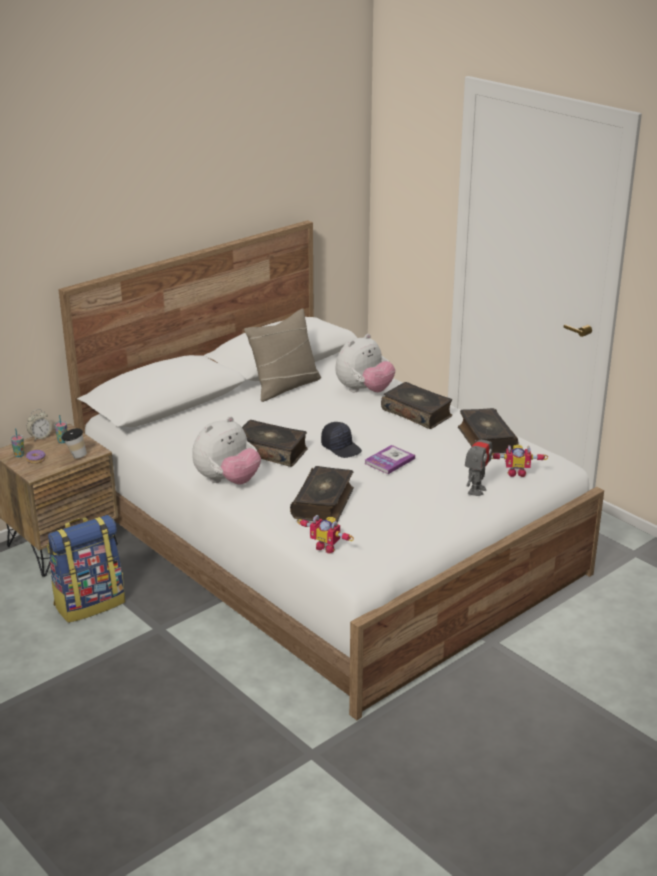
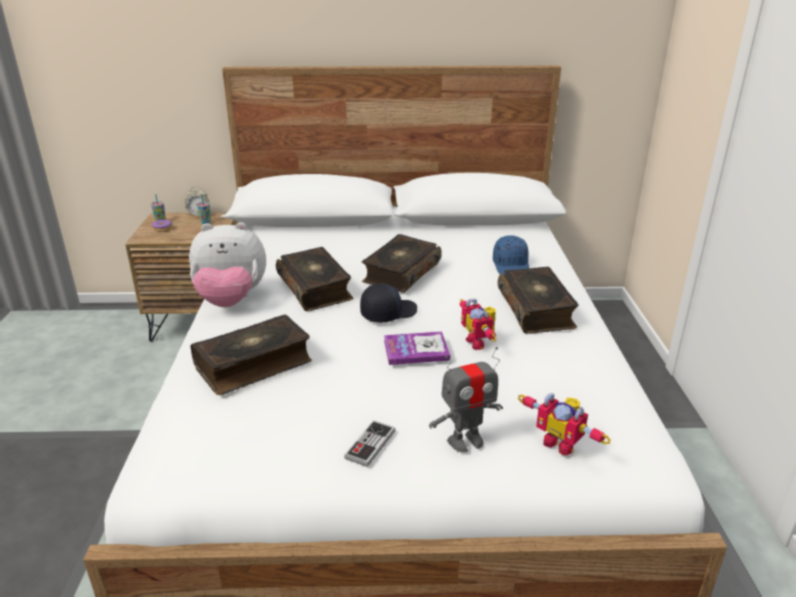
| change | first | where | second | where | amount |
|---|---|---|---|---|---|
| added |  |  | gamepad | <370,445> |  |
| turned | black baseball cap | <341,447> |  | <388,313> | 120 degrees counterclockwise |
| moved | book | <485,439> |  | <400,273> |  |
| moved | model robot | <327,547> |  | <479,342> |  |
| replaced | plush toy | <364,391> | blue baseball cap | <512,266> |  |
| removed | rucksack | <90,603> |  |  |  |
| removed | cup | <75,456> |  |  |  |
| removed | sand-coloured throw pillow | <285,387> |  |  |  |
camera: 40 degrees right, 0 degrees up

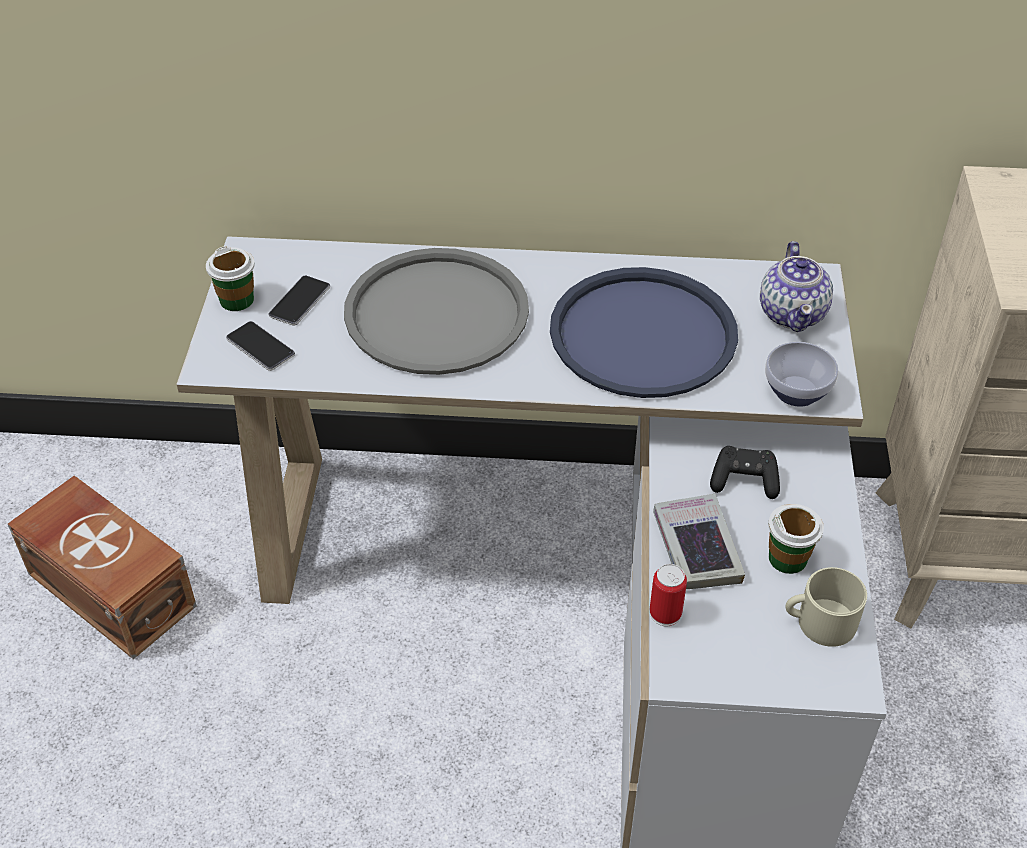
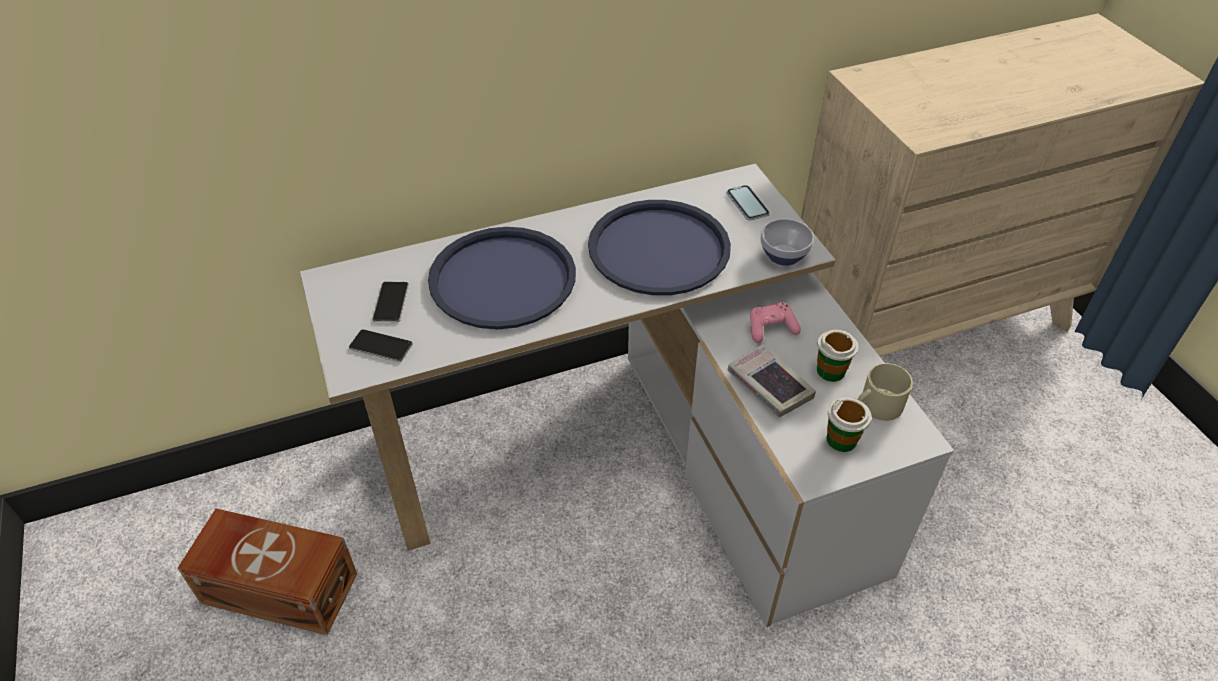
| change | first | where | second | where | amount |
|---|---|---|---|---|---|
| recoloured | gray tray | <437,313> | blue tray | <503,279> |  |
| replaced | pot for tea | <793,313> | telephone | <747,204> |  |
| recoloured | black gamepad | <744,481> | pinkish gamepad | <771,329> |  |
| moved | cup | <237,300> |  | <841,440> |  |
| removed | metal can | <665,613> |  |  |  |
camera: 25 degrees left, 0 degrees up

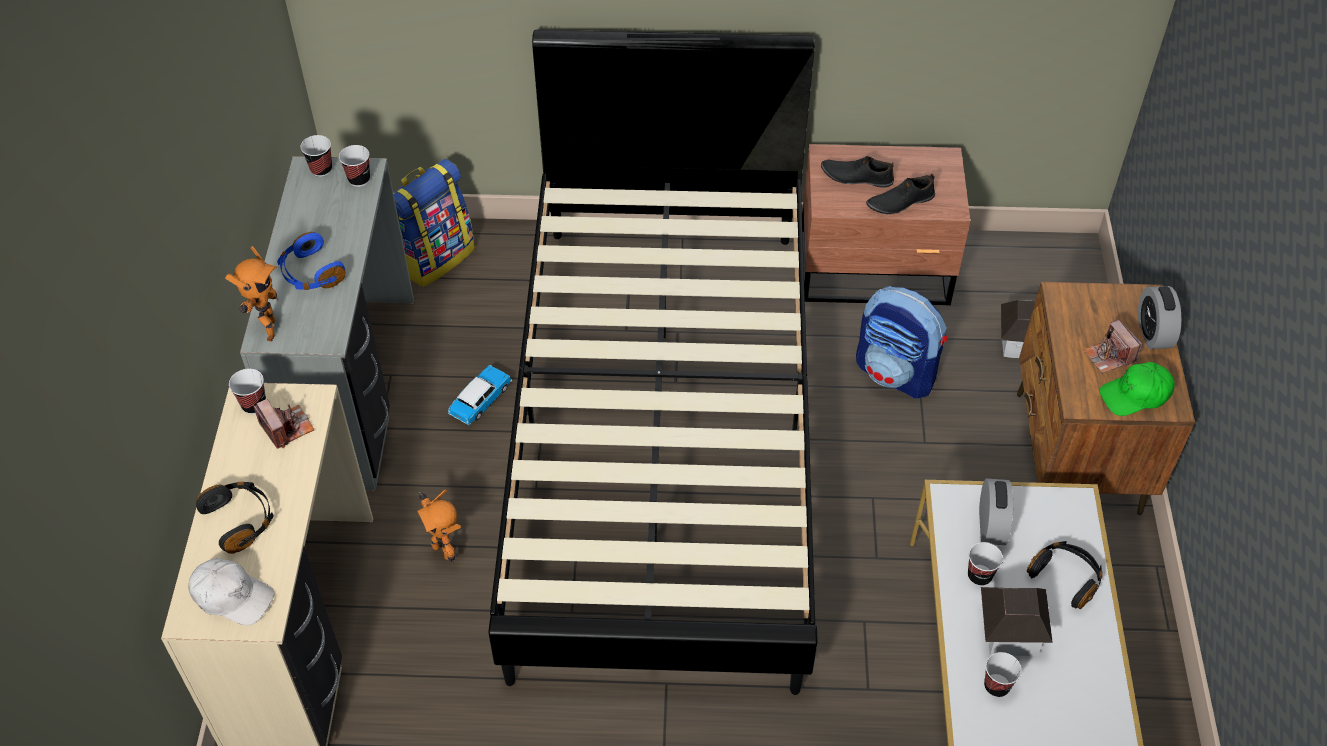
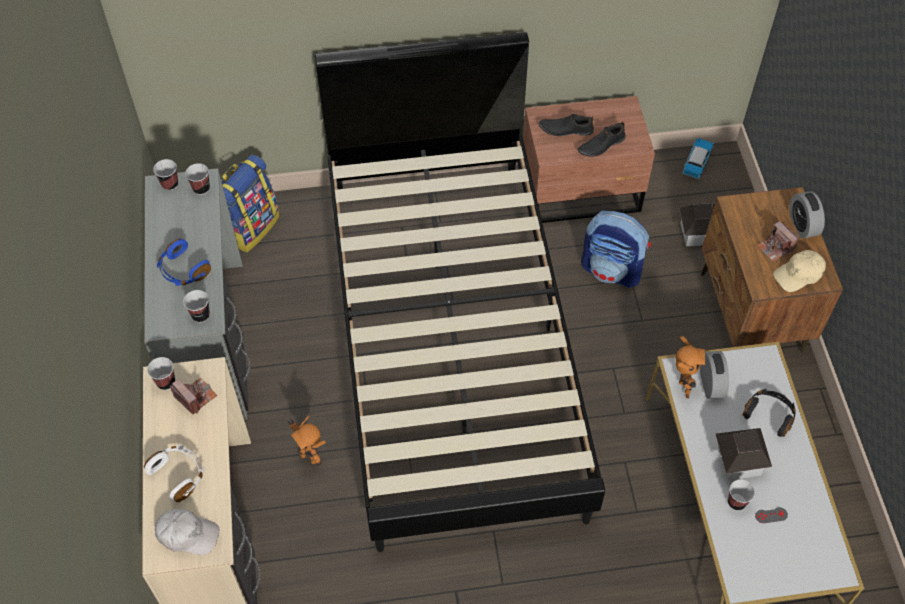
| change | first | where | second | where | amount |
|---|---|---|---|---|---|
| recoloured | black headset | <240,520> | white headset | <179,475> |  |
| moved | cup | <979,576> |  | <200,315> |  |
| moved | model robot | <266,331> |  | <681,390> |  |
| moved | model car | <481,400> |  | <697,162> |  |
| added |  |  | gray gamepad | <771,515> |  |
| recoloured | green baseball cap | <1135,395> | sand-coloured baseball cap | <798,275> |  |
camera: 10 degrees left, 5 degrees up

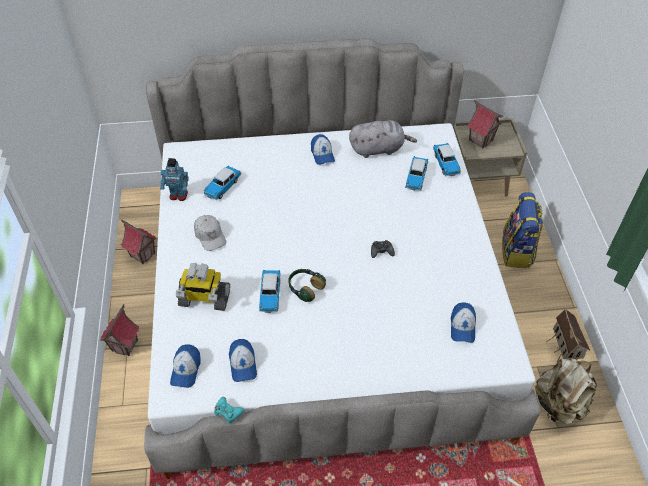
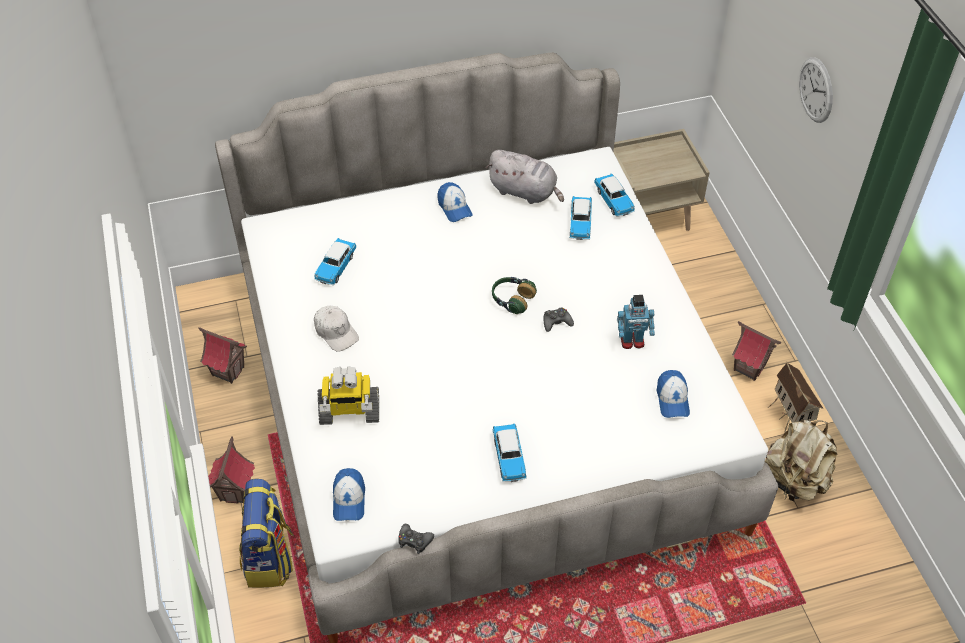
| change | first | where | second | where | amount |
|---|---|---|---|---|---|
| moved | rucksack | <517,251> |  | <270,558> |  |
| recoloured | turquoise gamepad | <228,412> | black gamepad | <414,541> |  |
| turned | gray plush toy | <378,149> |  | <525,192> | 45 degrees clockwise |
| moved | headset | <305,288> |  | <512,299> |  |
| moved | model car | <270,295> |  | <509,457> |  |
| moved | model robot | <178,195> |  | <632,341> |  |
| moved | miniature house | <481,140> |  | <749,367> |  |
| added |  |  | wall clock | <816,90> |  |
| removed | baseball cap | <243,364> |  |  |  |
camera: 10 degrees left, 0 degrees up

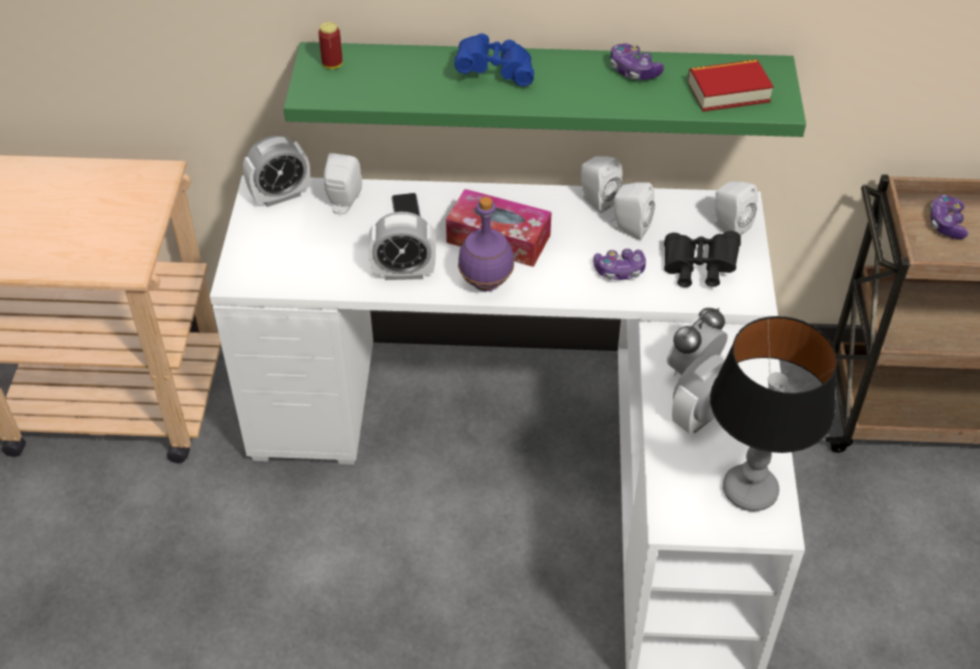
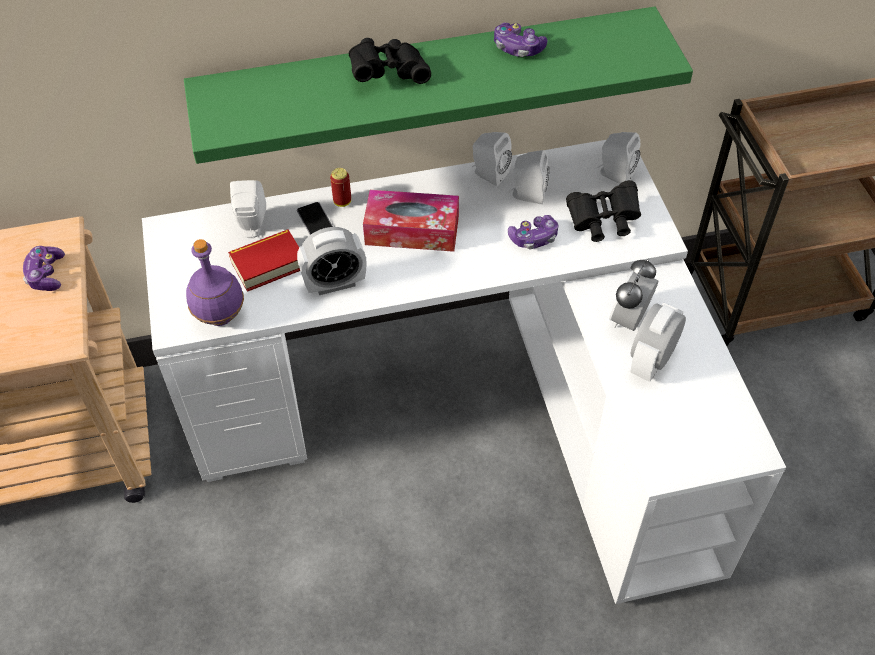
| change | first | where | second | where | amount |
|---|---|---|---|---|---|
| moved | gamepad | <946,224> |  | <46,275> |  |
| moved | purple-coloured drink bottle | <487,283> |  | <221,316> |  |
| moved | book | <728,92> |  | <268,264> |  |
| moved | metal can | <332,65> |  | <342,201> |  |
| recoloured | blue field glasses | <495,71> | black field glasses | <388,73> |  |
| removed | bedside clock | <280,195> |  |  |  |
| removed | table lamp | <750,491> |  |  |  |
camera: 15 degrees left, 5 degrees up

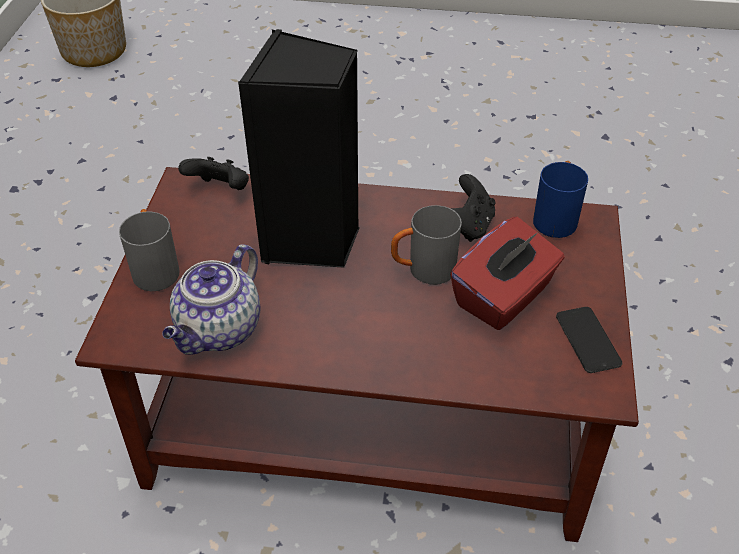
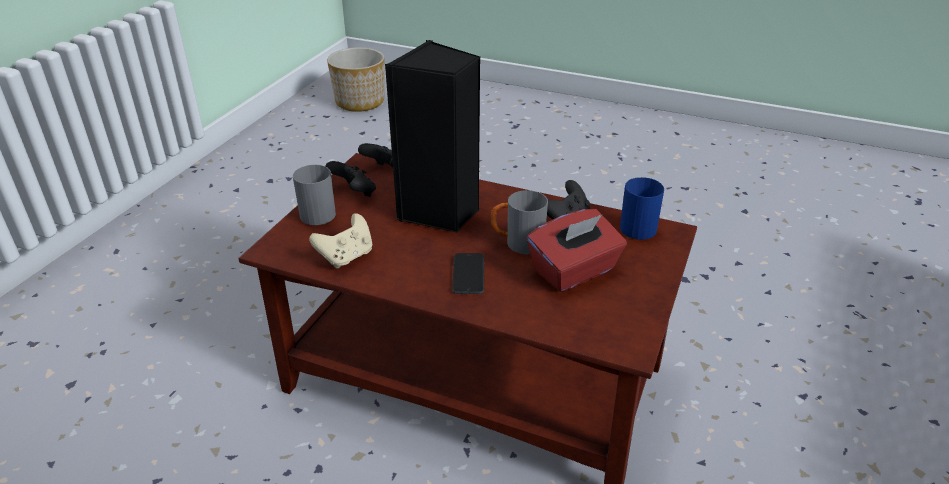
| change | first | where | second | where | amount |
|---|---|---|---|---|---|
| replaced | pot for tea | <219,331> | sand-coloured gamepad | <346,257> |  |
| added |  |  | black gamepad | <354,193> |  |
| moved | telephone | <588,340> |  | <468,274> |  |
camera: 15 degrees right, 10 degrees down

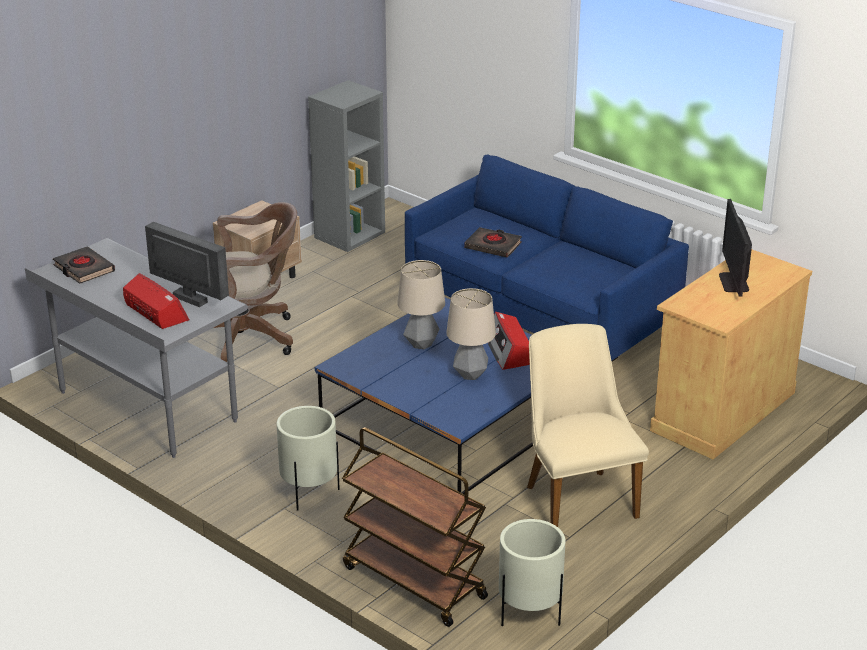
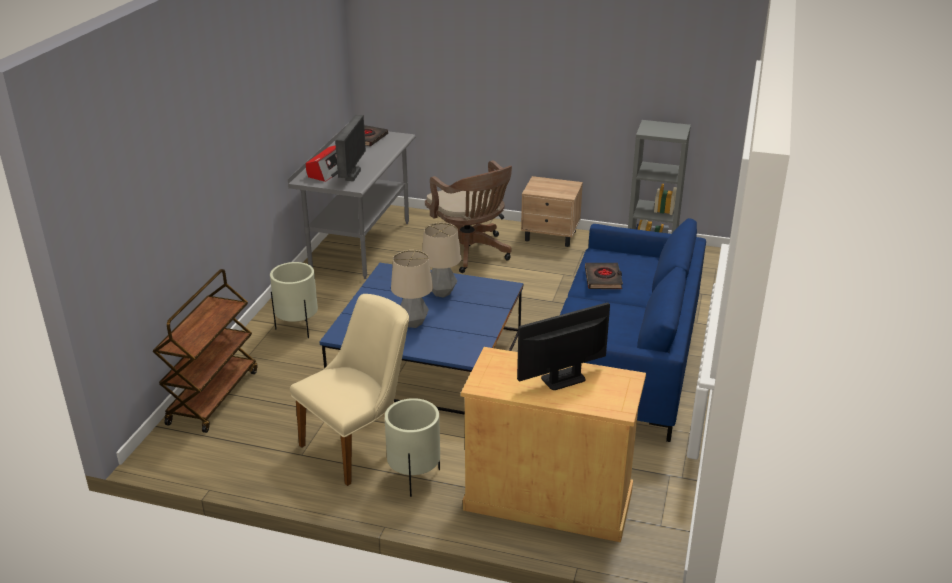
| change | first | where | second | where | amount |
|---|---|---|---|---|---|
| moved | sand-coloured flower pot | <529,614> |  | <414,477> |  |
| removed | radio receiver | <508,351> |  |  |  |
camera: 65 degrees right, 0 degrees up

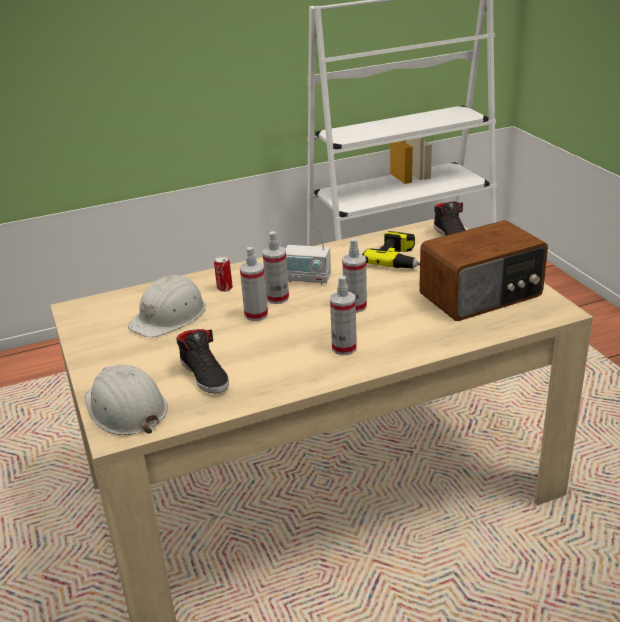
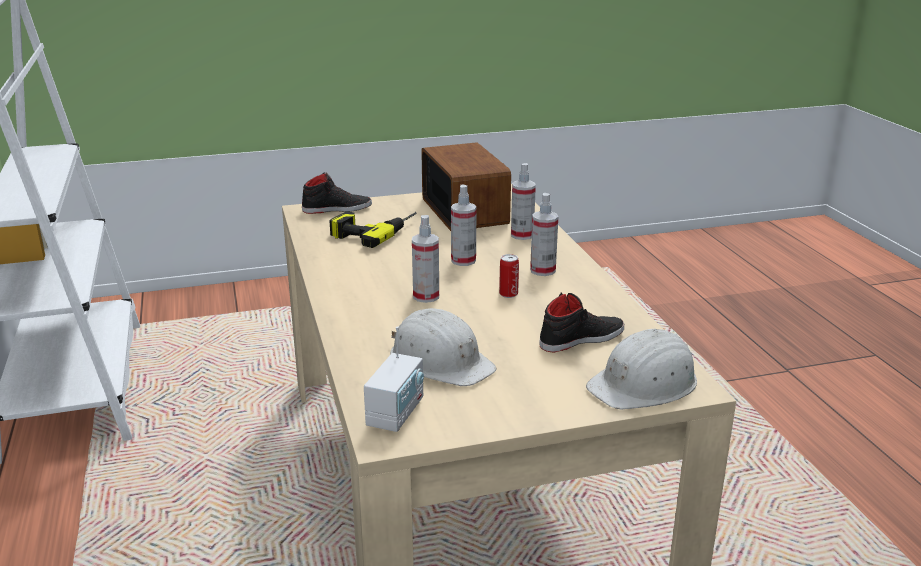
| change | first | where | second | where | amount |
|---|---|---|---|---|---|
| moved | radio receiver | <307,279> |  | <396,413> |  |
| moved | metal can | <224,288> |  | <508,294> |  |
| moved | sprayer | <256,315> |  | <522,235> |  |
camera: 85 degrees left, 5 degrees down

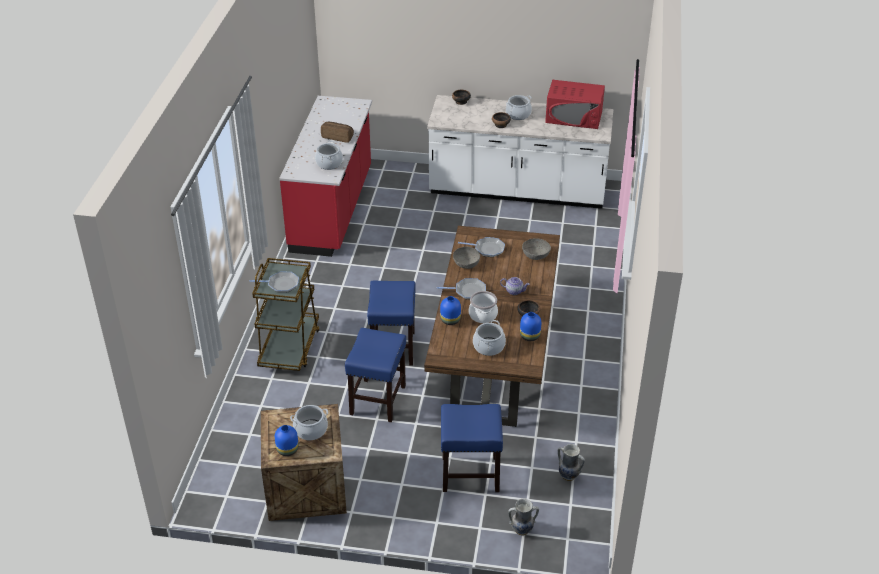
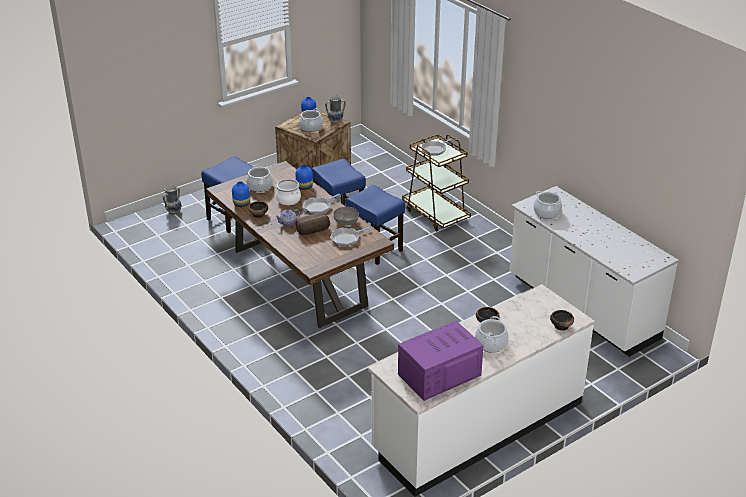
| change | first | where | second | where | amount |
|---|---|---|---|---|---|
| moved | baked bread | <338,137> |  | <313,231> |  |
| moved | vase | <568,475> |  | <335,121> |  |
| recoloured | red microwave | <574,117> | purple-coloured microwave | <439,374> |  |
| recoloured | red kitchen base unit | <333,210> | white kitchen base unit | <581,308> |  |
| removed | gray serving bowl | <535,255> |  |  |  |
camera: 135 degrees right, 5 degrees down

